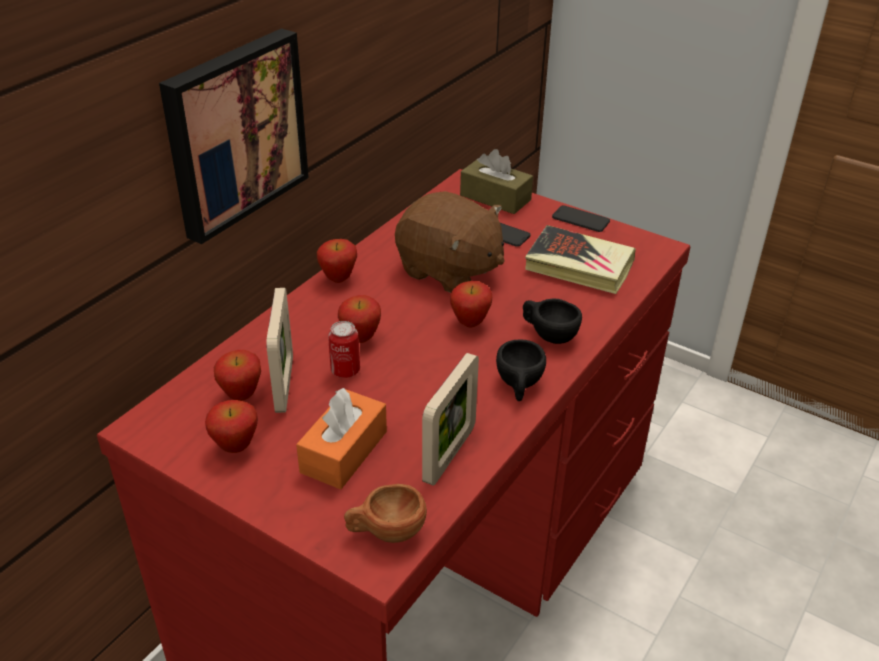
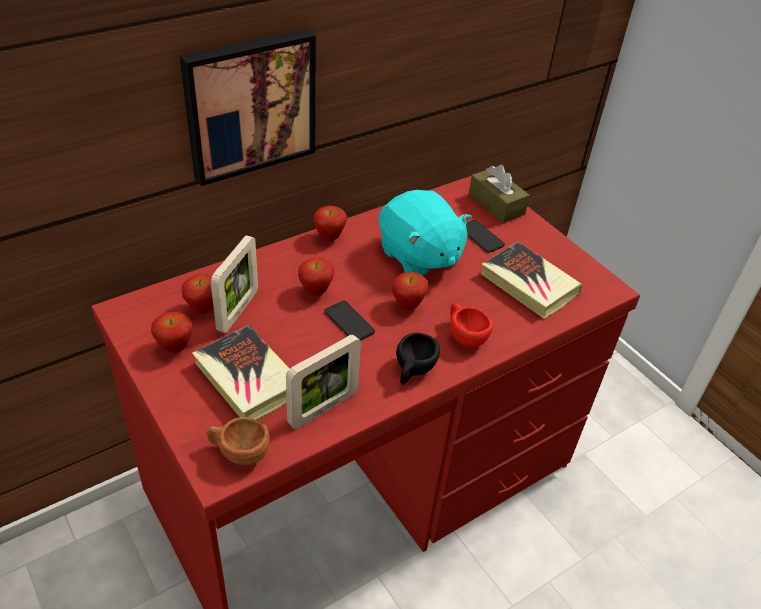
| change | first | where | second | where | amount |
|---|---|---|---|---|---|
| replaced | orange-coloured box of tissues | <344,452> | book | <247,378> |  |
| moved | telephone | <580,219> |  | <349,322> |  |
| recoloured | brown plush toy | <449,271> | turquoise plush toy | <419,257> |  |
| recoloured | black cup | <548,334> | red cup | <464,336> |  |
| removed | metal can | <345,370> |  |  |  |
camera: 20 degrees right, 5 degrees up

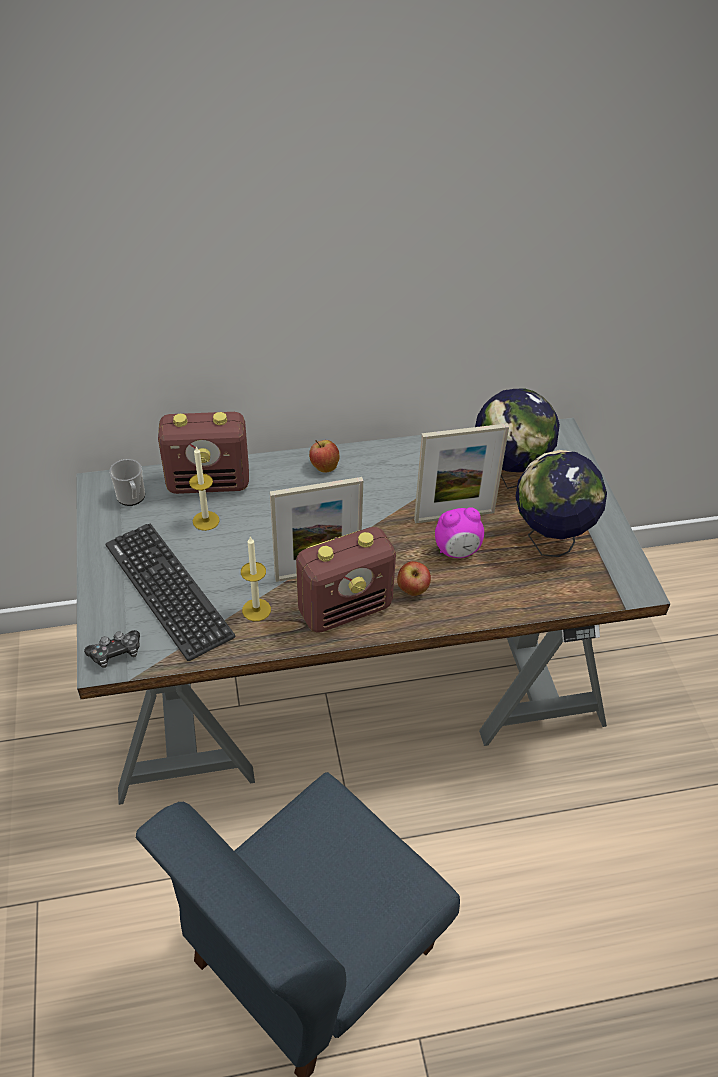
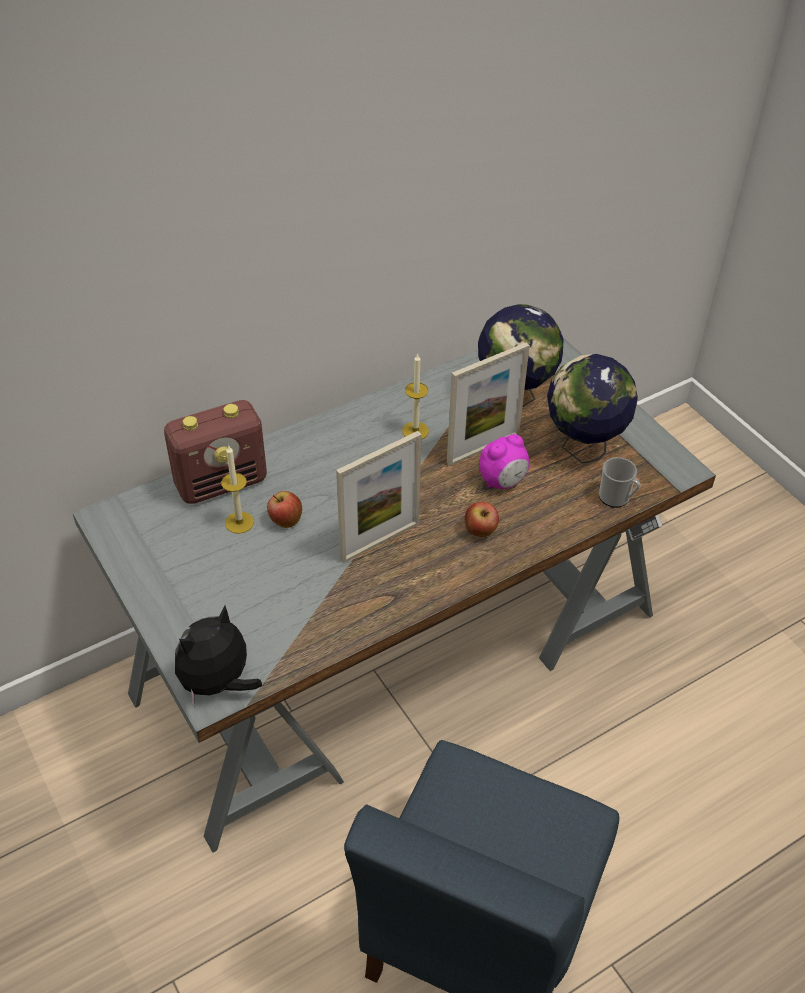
| change | first | where | second | where | amount |
|---|---|---|---|---|---|
| replaced | gamepad | <116,653> | plush toy | <218,684> |  |
| moved | whole apple | <324,467> |  | <285,521> |  |
| moved | candle | <256,610> |  | <415,431> |  |
| moved | mug | <132,498> |  | <617,498> |  |
| removed | keyboard | <168,590> |  |  |  |
| removed | radio receiver | <346,608> |  |  |  |
camera: 20 degrees left, 0 degrees up

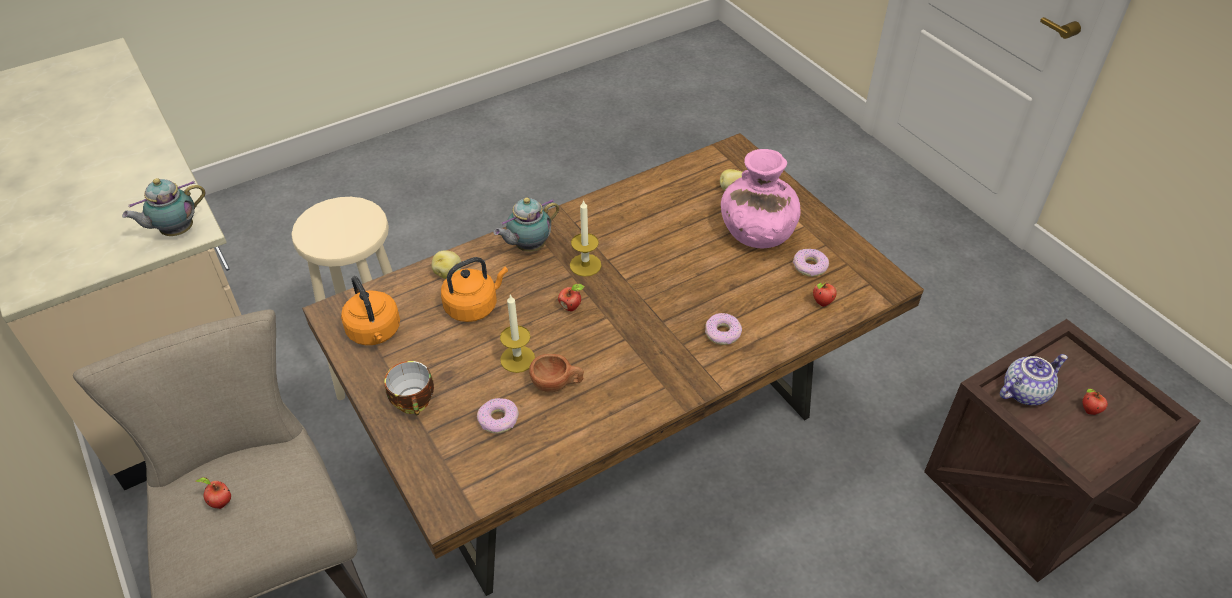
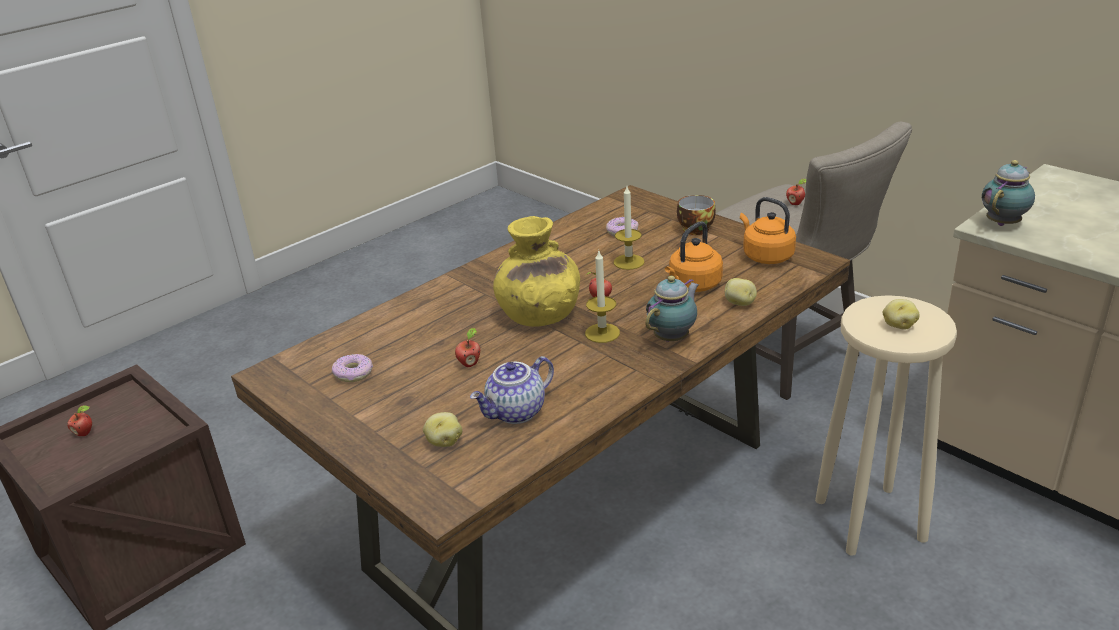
| change | first | where | second | where | amount |
|---|---|---|---|---|---|
| moved | whole apple | <822,303> |  | <469,363> |  |
| moved | pot for tea | <1024,391> |  | <516,413> |  |
| added |  |  | yellow vase | <539,315> |  |
| added |  |  | whole potato | <898,325> |  |
| removed | brown cup | <557,384> |  |  |  |
| removed | ring doughnut | <723,333> |  |  |  |
| removed | pinkish vase | <756,234> |  |  |  |
camera: 170 degrees right, 15 degrees down

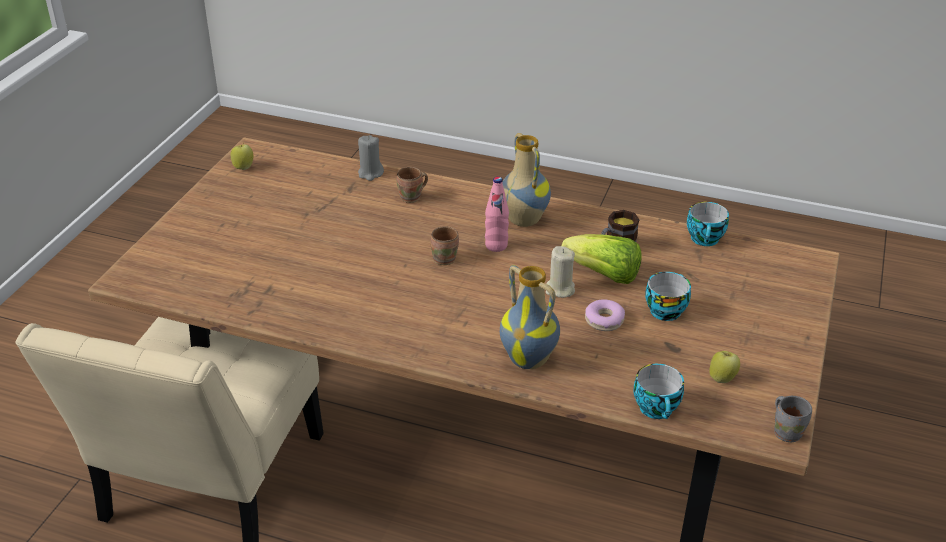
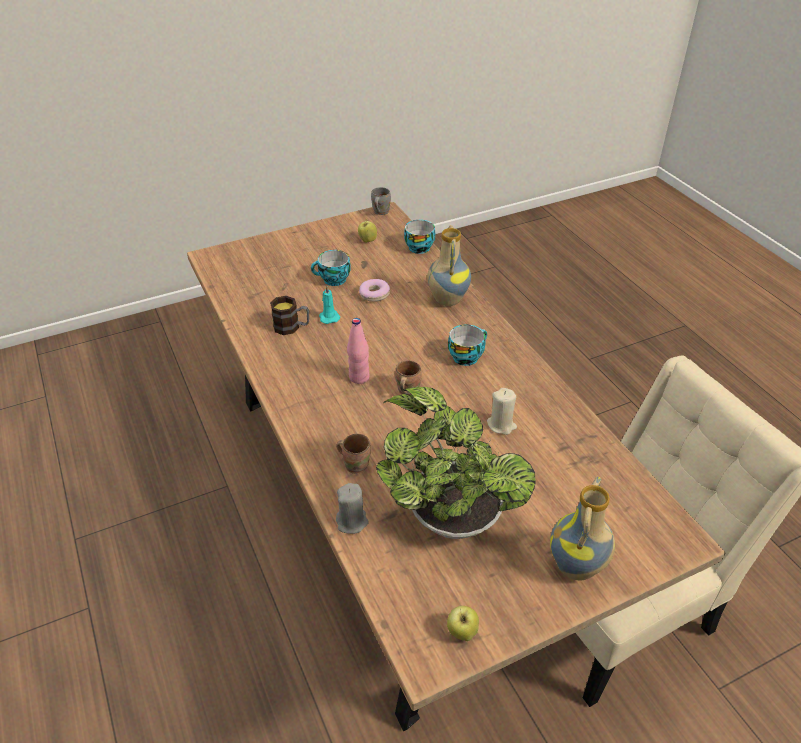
| change | first | where | second | where | amount |
|---|---|---|---|---|---|
| replaced | lettuce | <603,275> | turquoise candle | <329,317> |  |
| added |  |  | houseplant | <448,515> |  |
| moved | cup | <706,240> |  | <466,356> |  |
| moved | sand-coloured candle | <560,289> |  | <501,425> |  |
| moved | vase | <522,220> |  | <577,567> |  |
camera: 135 degrees left, 5 degrees up

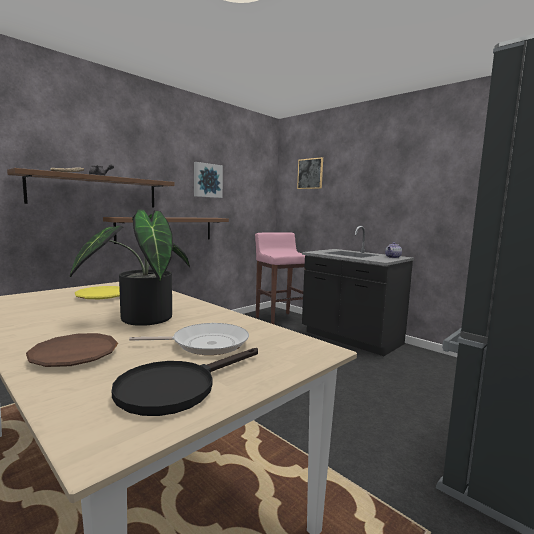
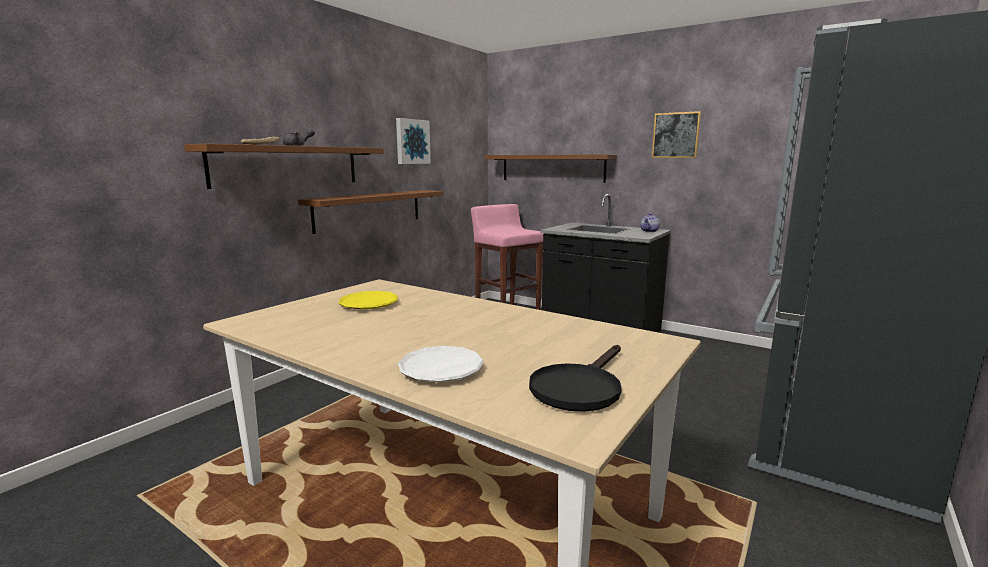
| change | first | where | second | where | amount |
|---|---|---|---|---|---|
| recoloured | brown dinner plate | <74,355> | white dinner plate | <441,370> |  |
| added |  |  | brown bracket shelf | <552,168> |  |
| moved | picture | <310,173> |  | <675,135> |  |
| removed | houseplant | <140,318> |  |  |  |
| removed | pan | <206,344> |  |  |  |
camera: 10 degrees left, 5 degrees up

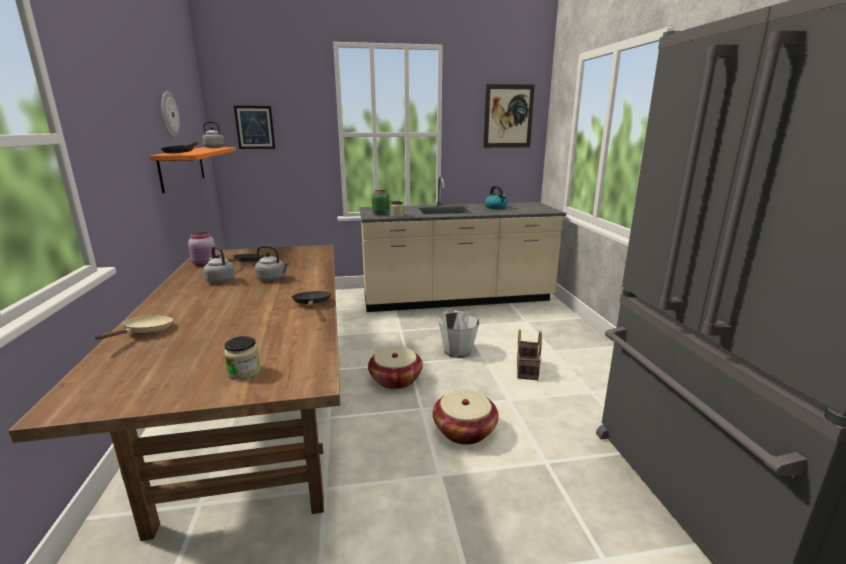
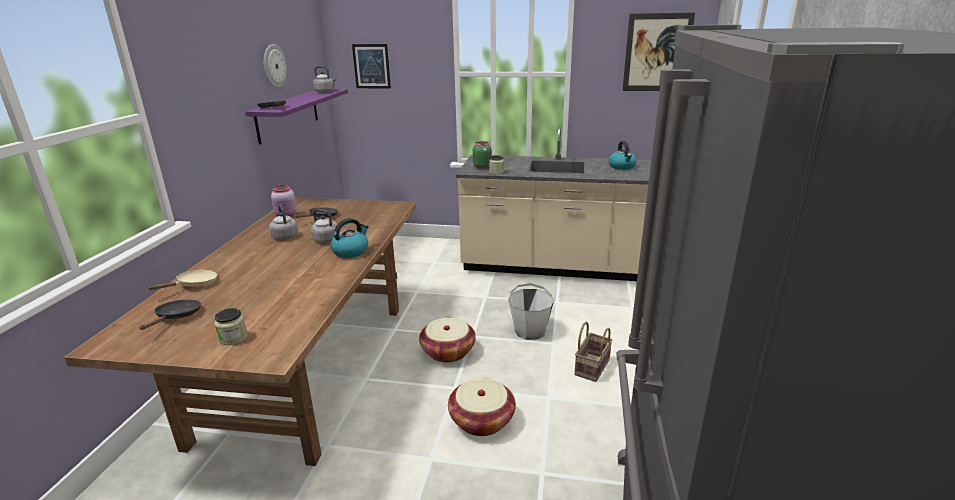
| change | first | where | second | where | amount |
|---|---|---|---|---|---|
| moved | black pan | <312,304> |  | <176,317> |  |
| recoloured | orange-coloured bracket shelf | <182,167> | purple-coloured bracket shelf | <288,115> |  |
| added |  |  | water kettle | <351,251> |  |
camera: 20 degrees right, 5 degrees up

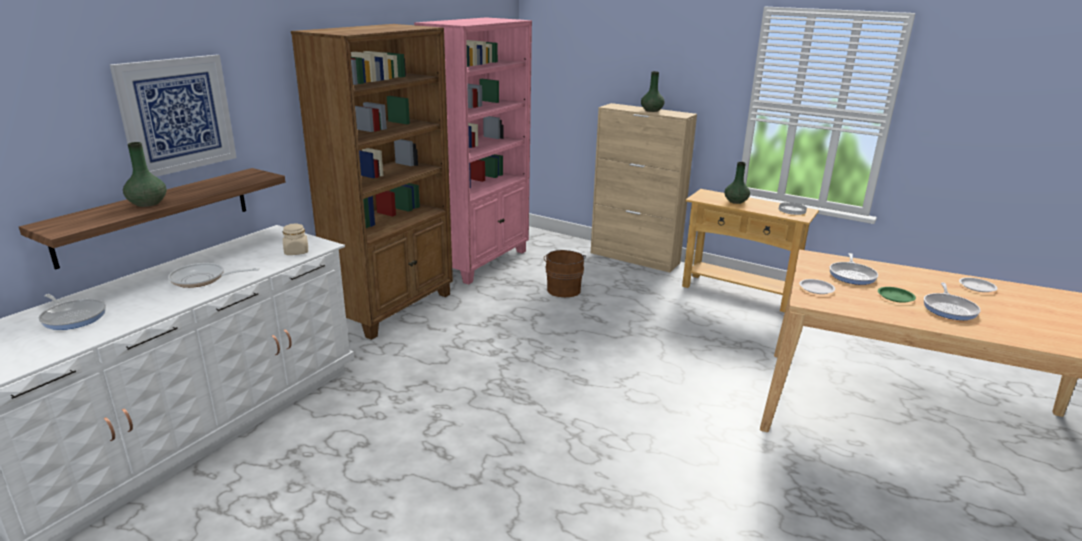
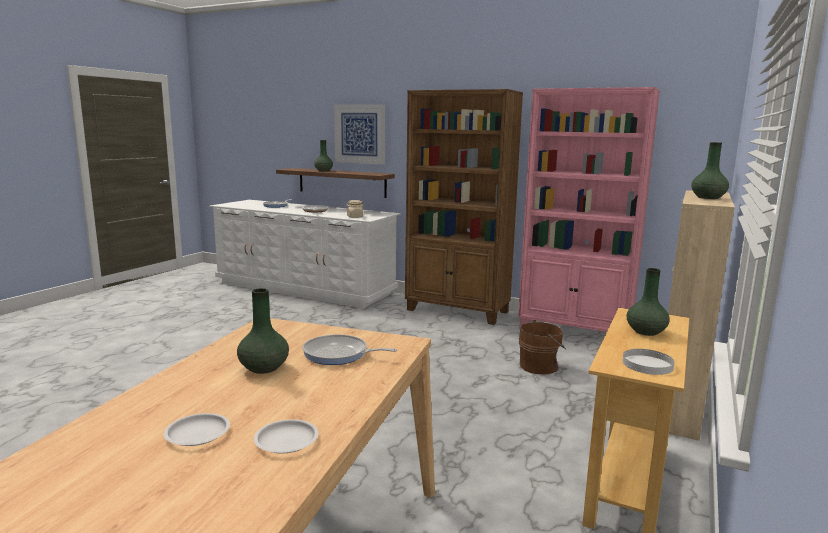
| change | first | where | second | where | amount |
|---|---|---|---|---|---|
| moved | white dinner plate | <816,289> |  | <197,434> |  |
| replaced | green dinner plate | <895,297> | green vase | <264,368> |  |
| removed | pan | <949,308> |  |  |  |
camera: 85 degrees right, 10 degrees down

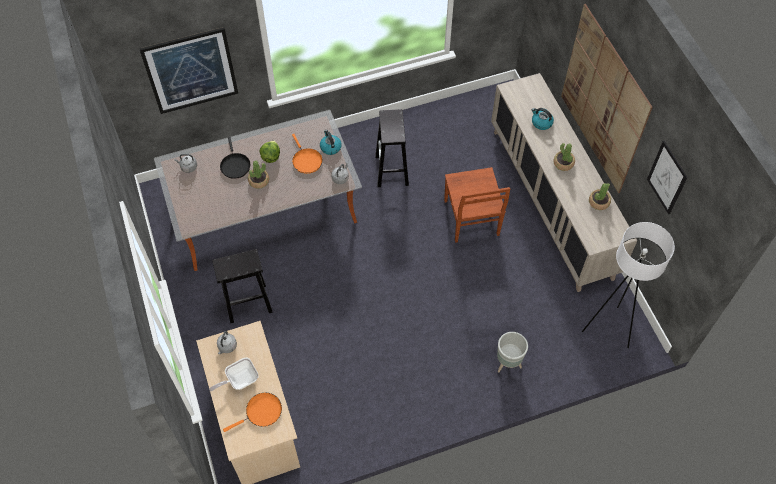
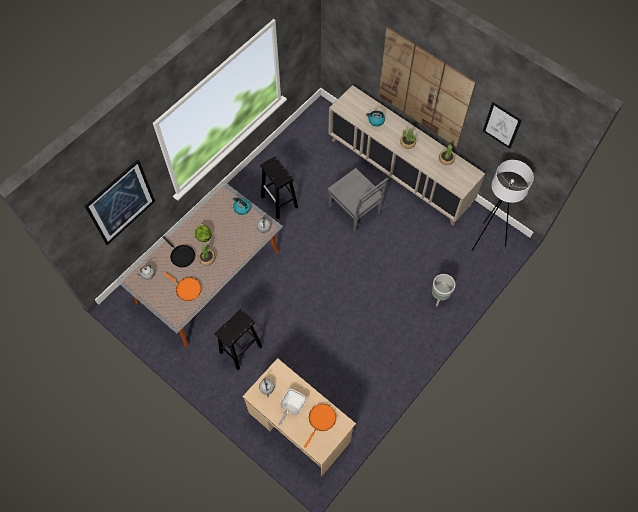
| change | first | where | second | where | amount |
|---|---|---|---|---|---|
| moved | orange-coloured pan | <306,160> |  | <187,289> |  |
| recoloured | brown upright chair | <471,219> | gray upright chair | <355,210> |  |
camera: 30 degrees left, 5 degrees up

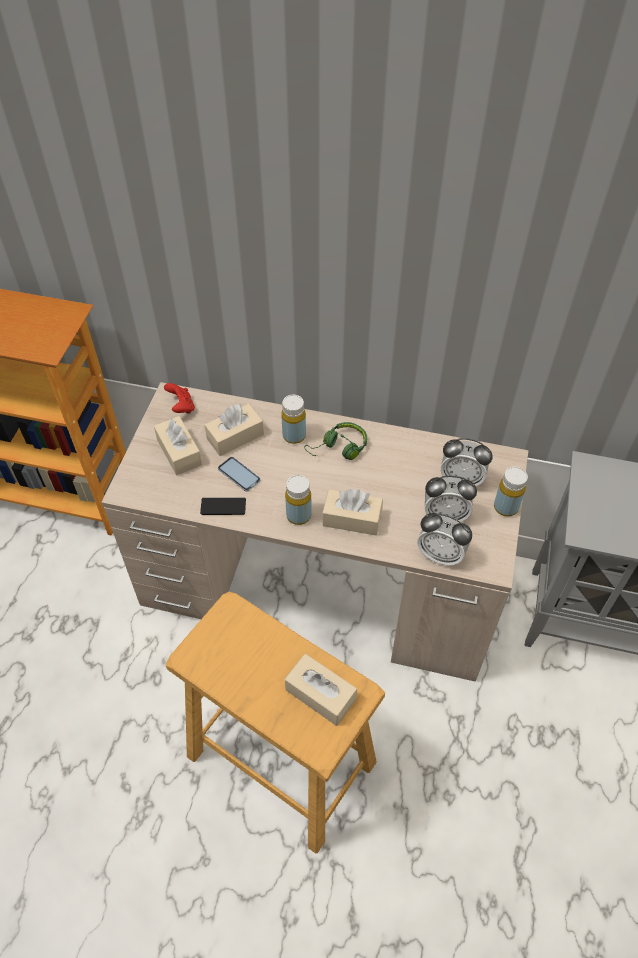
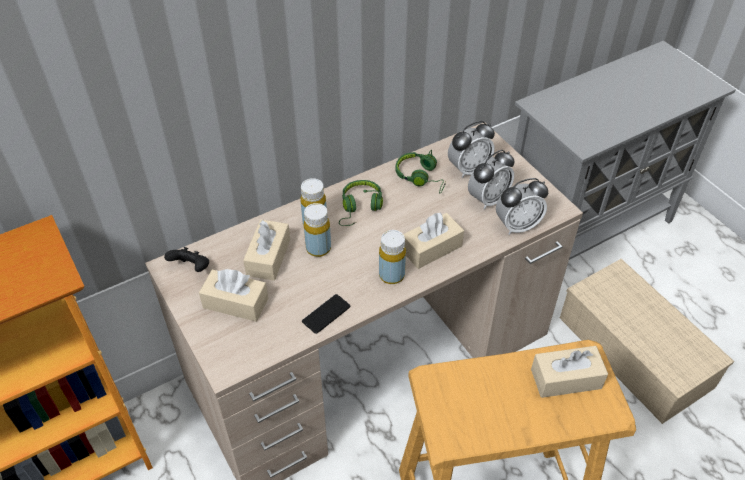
| change | first | where | second | where | amount |
|---|---|---|---|---|---|
| recoloured | red gamepad | <181,407> | black gamepad | <191,268> |  |
| moved | yellow drink bottle | <505,507> |  | <318,248> |  |
| added |  |  | green headset | <421,177> |  |
| added |  |  | sand-coloured storage box | <631,351> |  |
| removed | telephone | <239,475> |  |  |  |
camera: 45 degrees left, 5 degrees down

